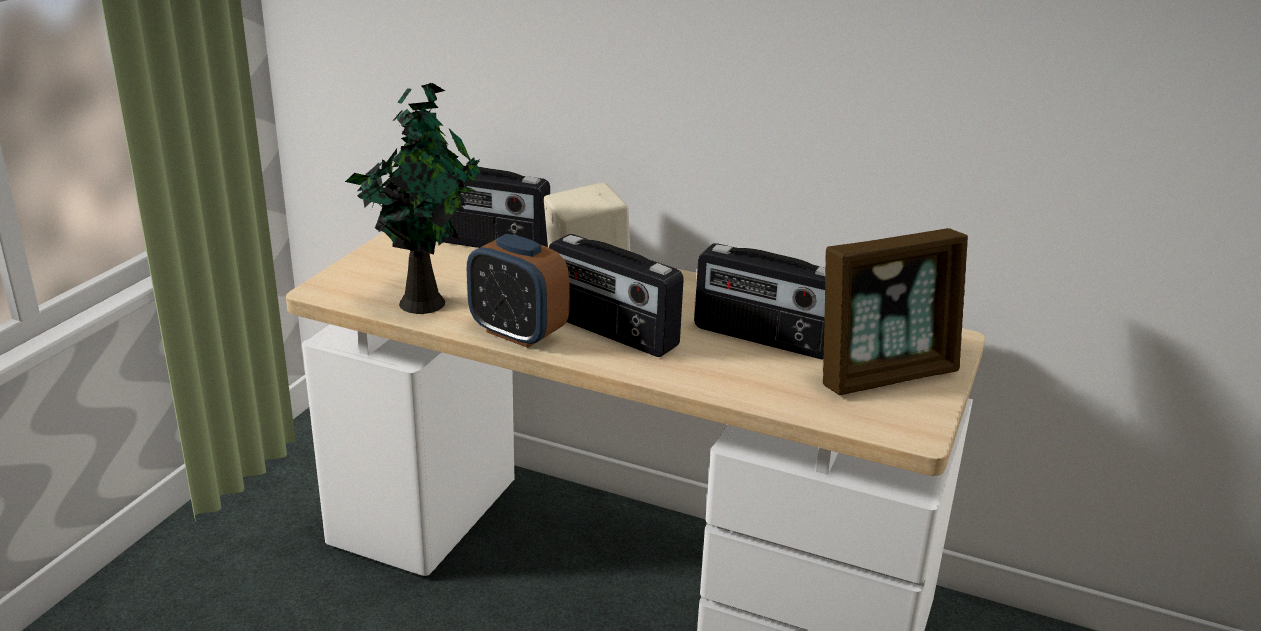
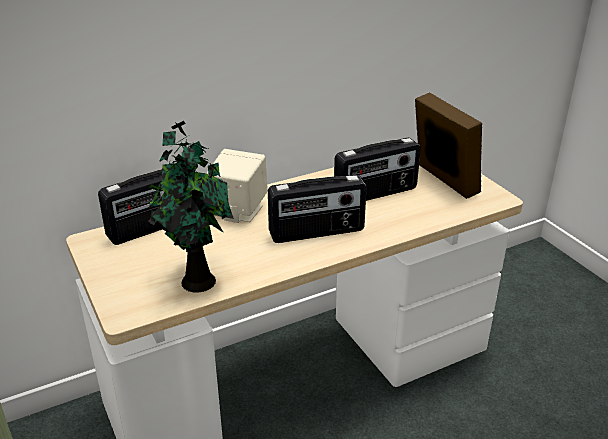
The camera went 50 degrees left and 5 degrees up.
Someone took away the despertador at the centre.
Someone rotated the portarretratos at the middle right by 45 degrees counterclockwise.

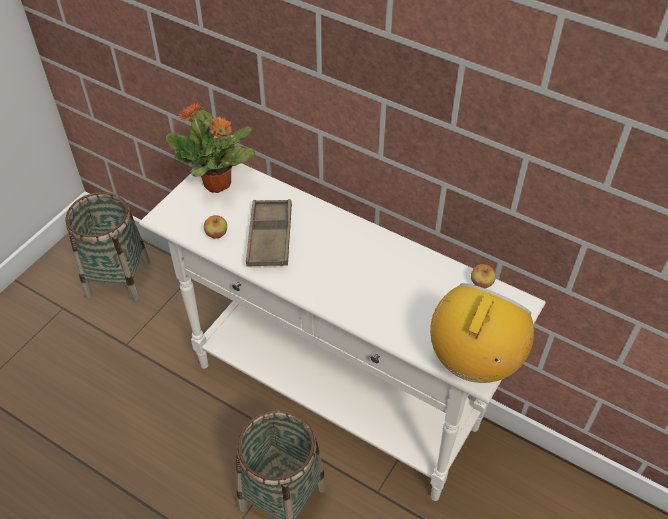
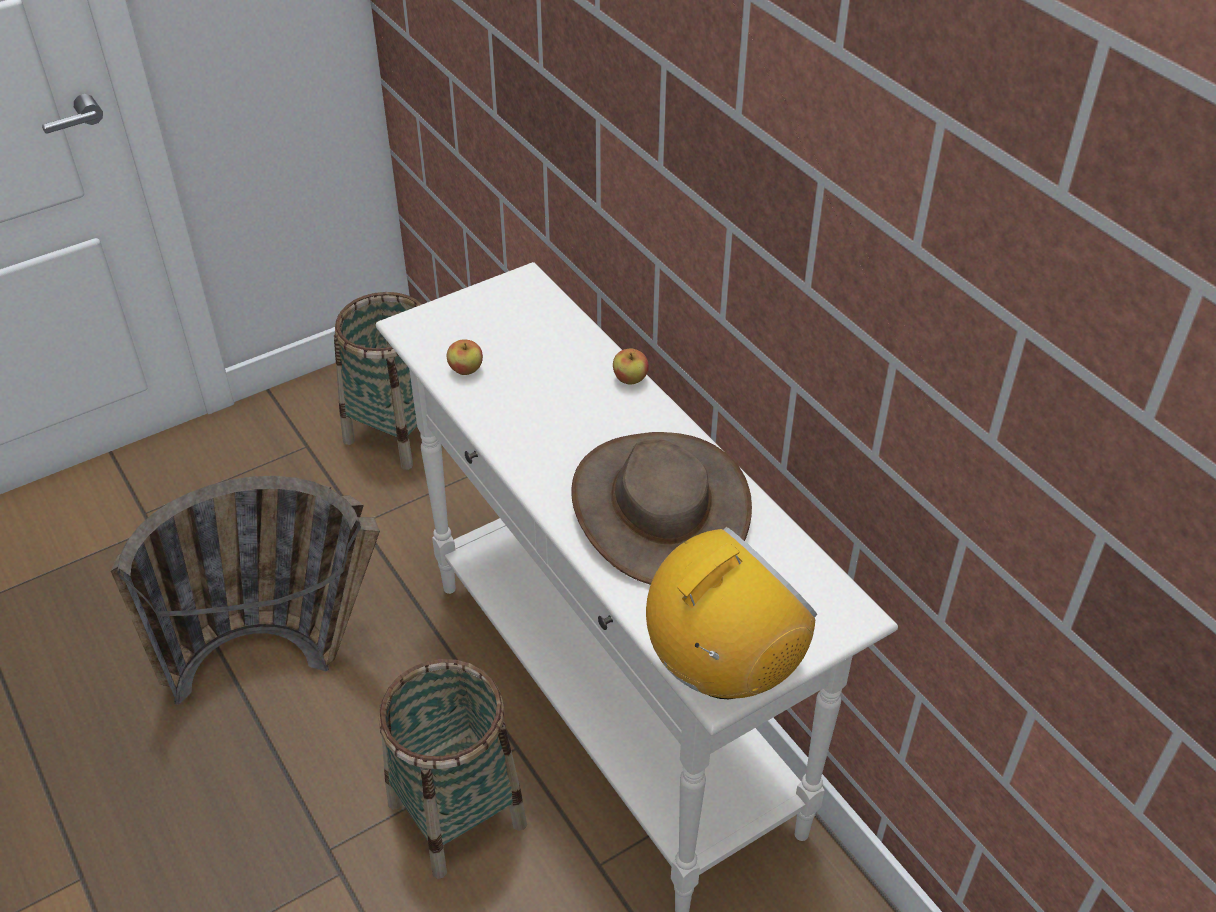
The camera went 25 degrees right and 5 degrees down.
Someone took away the planta en maceta at the top left.
Someone took away the bandeja (marrón) at the centre.
Someone carried the manzana (no. 2 from left) from the middle right to the centre.
Someone put down the cesta (no. 1 from left) at the middle left.
Someone put down the sombrero (marrón) at the centre.

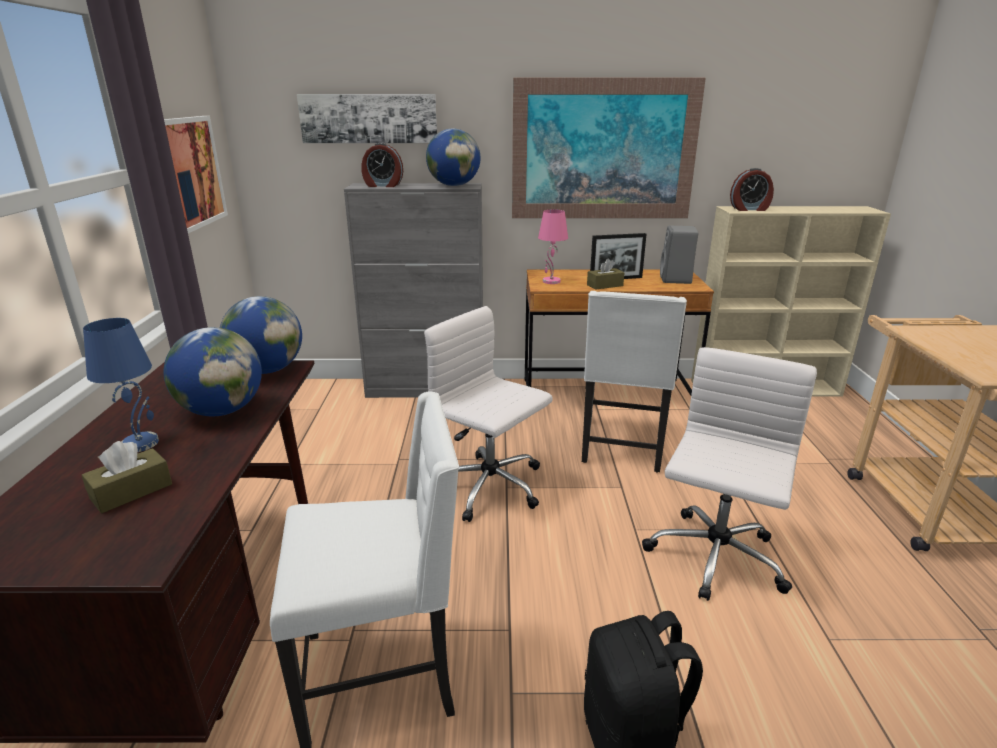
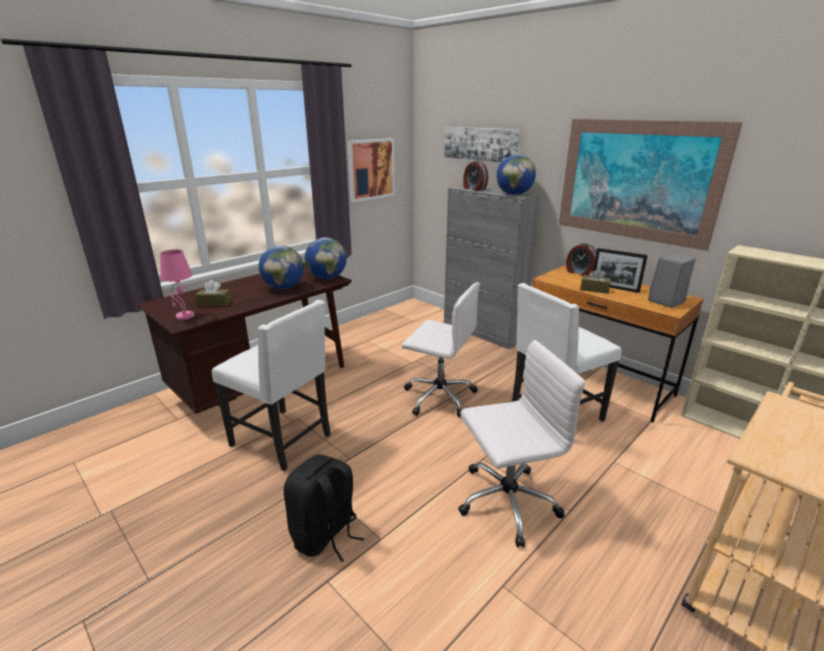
The camera went 45 degrees right and 0 degrees up.
Someone took away the lámpara de mesa (azul) at the middle left.
Someone rotated the silla de oficina (blanco) (no. 1 from left) at the centre by 120 degrees clockwise.
Someone carried the lámpara de mesa (rosa) from the top centre to the middle left.
Someone carried the despertador (no. 2 from left) from the top right to the middle right.

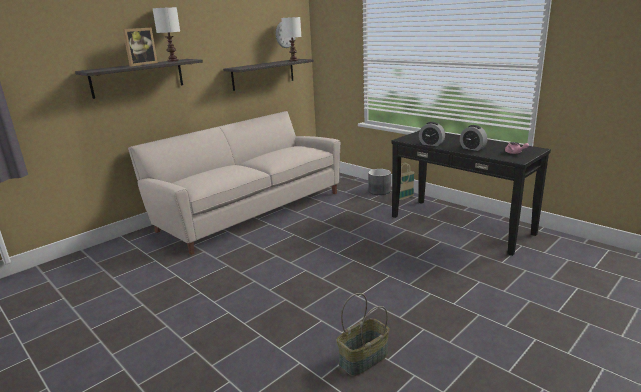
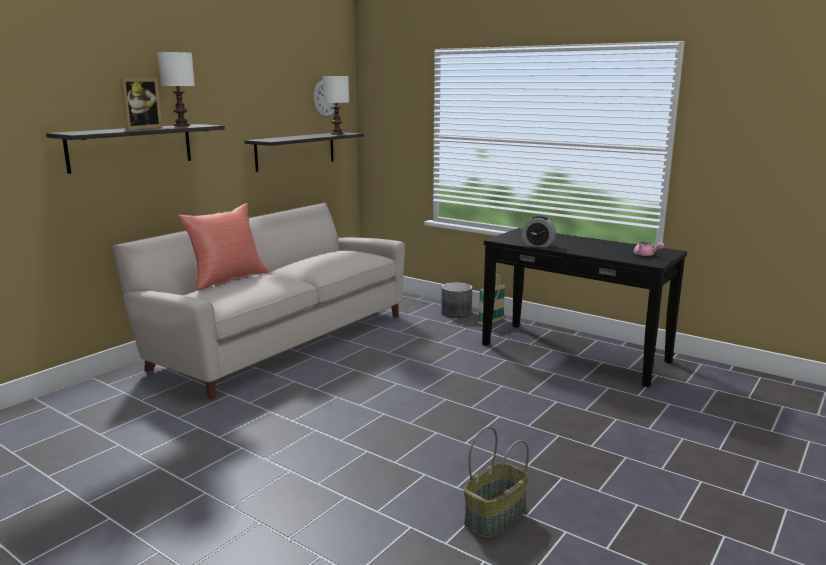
The camera went 10 degrees left and 5 degrees down.
Someone took away the despertador (no. 2 from left) at the middle right.
Someone put down the cojín (rojo) at the middle left.

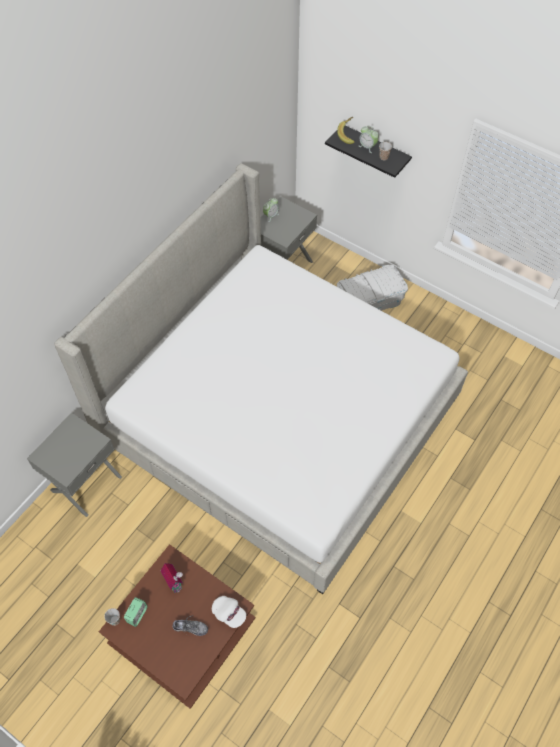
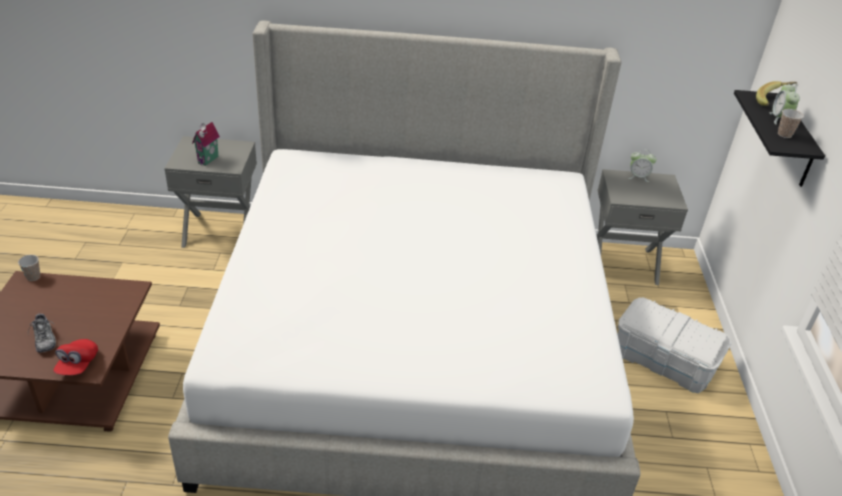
The camera went 55 degrees right and 20 degrees down.
Someone took away the despertador (no. 1 from left) at the bottom left.
Someone carried the casita from the bottom left to the top left.
Someone repainted the gorra (blanco) at the bottom centre, which became the gorra (rojo) at the bottom left.

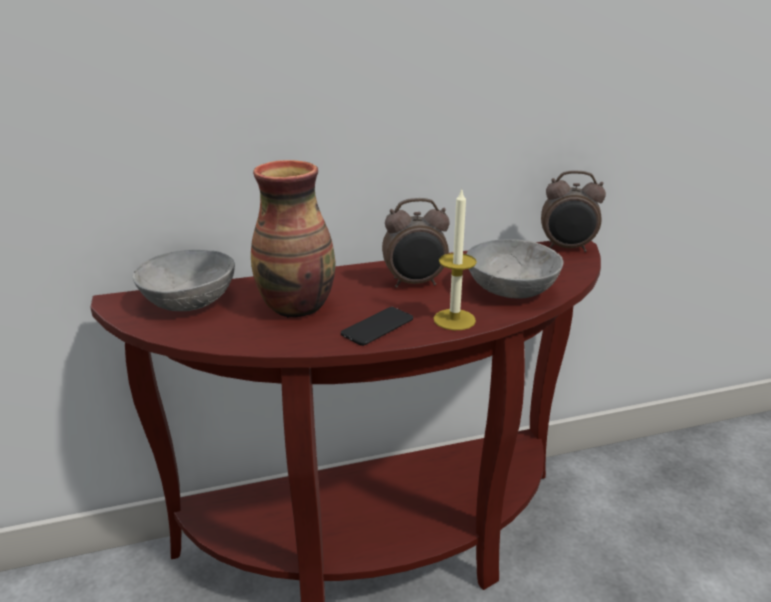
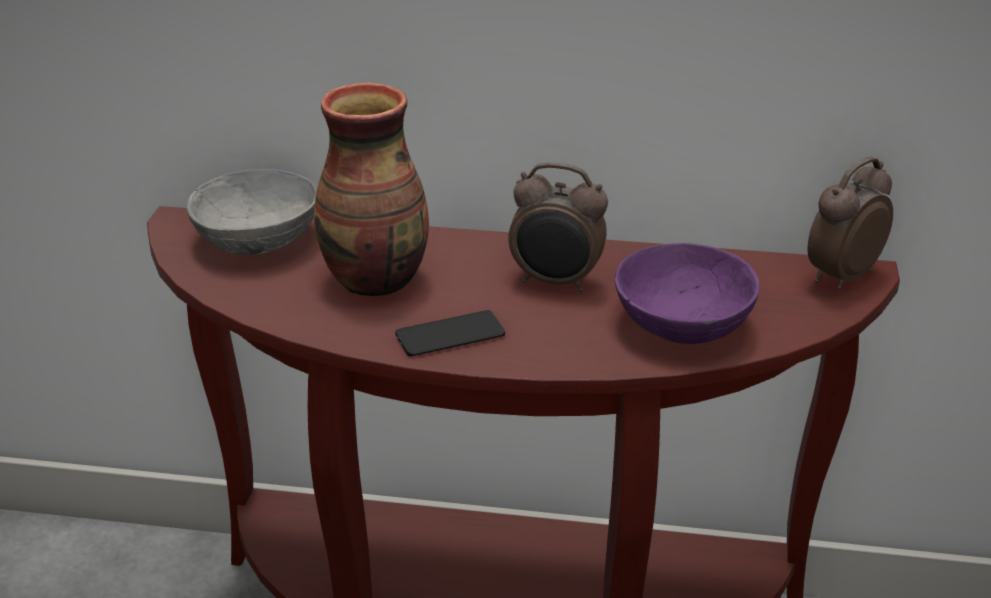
The camera went 25 degrees right and 5 degrees up.
Someone took away the vela at the centre.
Someone repainted the cuenco (gris) (no. 2 from left) at the middle right, which became the cuenco (morado) at the middle right.
Someone rotated the despertador (no. 2 from left) at the middle right by 105 degrees clockwise.

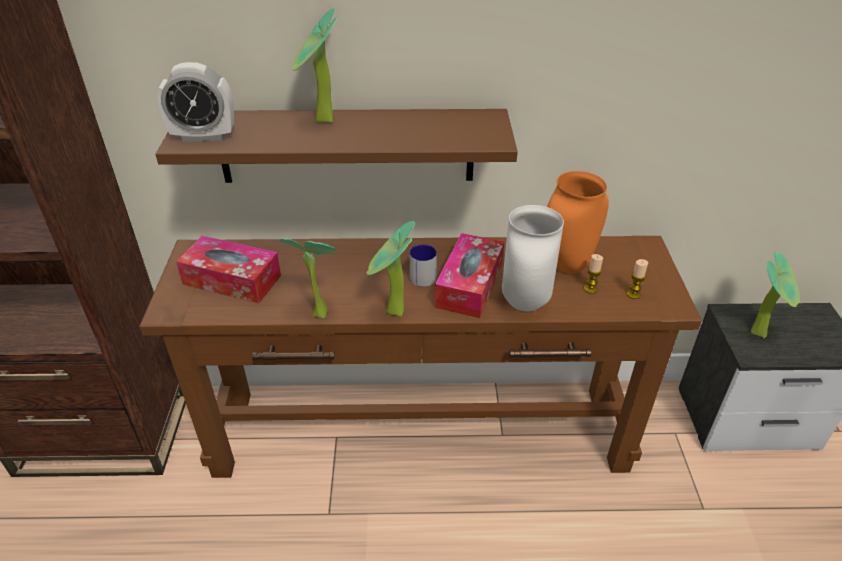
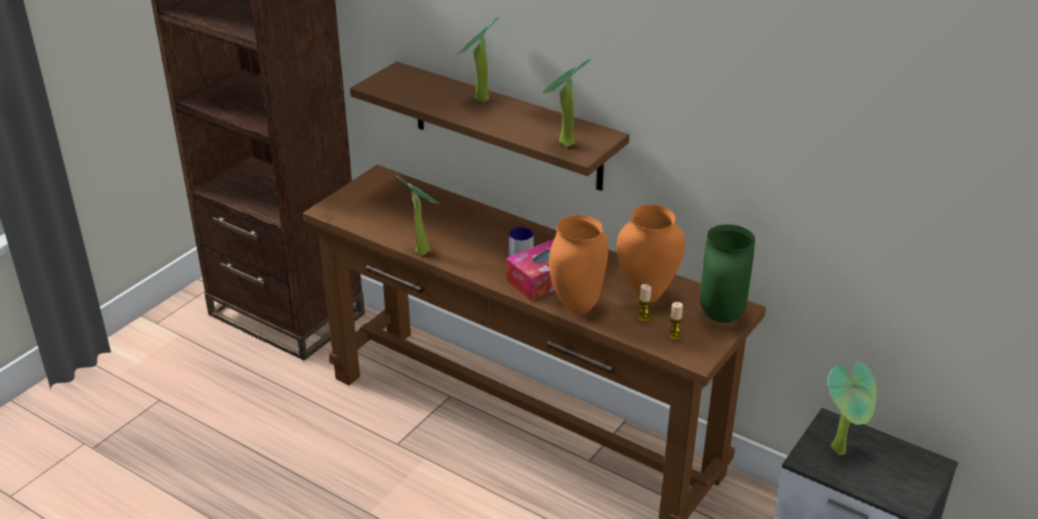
The camera went 35 degrees right and 5 degrees down.
Someone took away the despertador at the top left.
Someone took away the caja de pañuelos (no. 1 from left) at the middle left.
Someone carried the planta en maceta (no. 3 from left) from the centre to the top centre.
Someone repainted the florero (blanco) at the centre, which became the florero (naranja) (no. 1 from left) at the centre.
Someone put down the florero (verde) at the middle right.

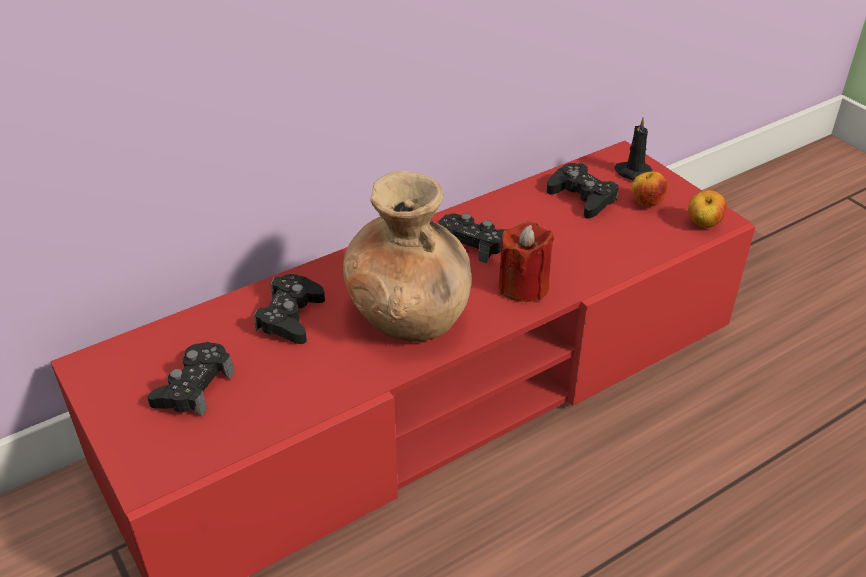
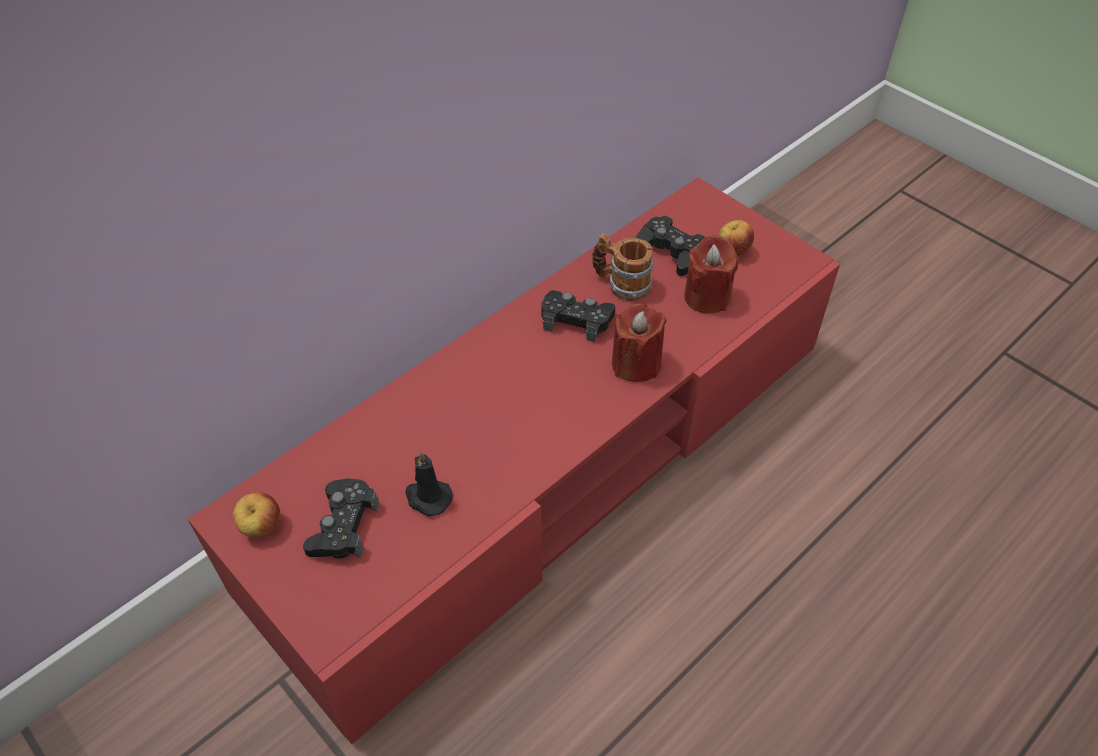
The camera went 10 degrees left and 10 degrees up.
Someone took away the mando de consola (negro) (no. 2 from left) at the centre.
Someone took away the florero (marrón) at the centre.
Someone carried the vela (negro) from the top right to the centre.
Someone carried the manzana (no. 2 from left in the first image) from the middle right to the bottom left.
Someone put down the taza grande at the centre.
Someone put down the vela (rojo) (no. 2 from left) at the centre.

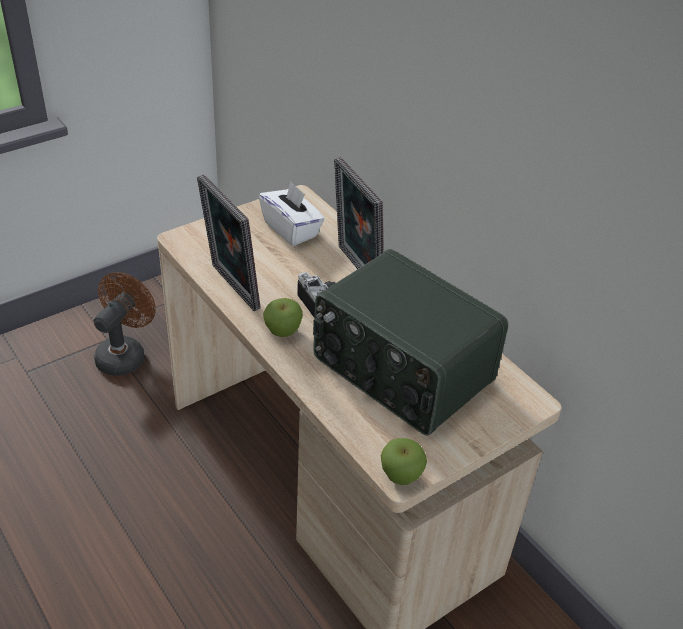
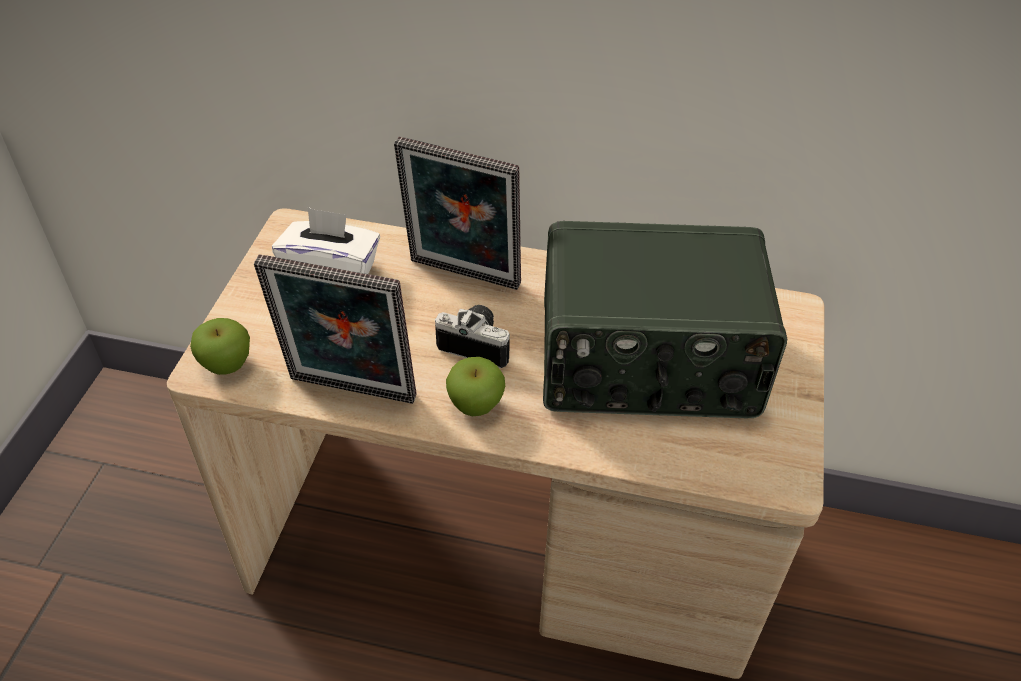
The camera went 40 degrees left and 5 degrees up.
Someone took away the ventilador (marrón) at the middle left.
Someone carried the manzana (no. 2 from left in the first image) from the bottom centre to the middle left.

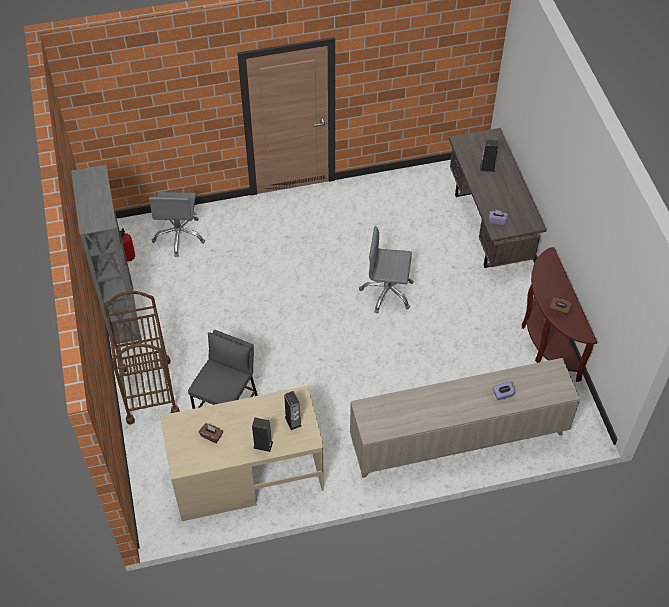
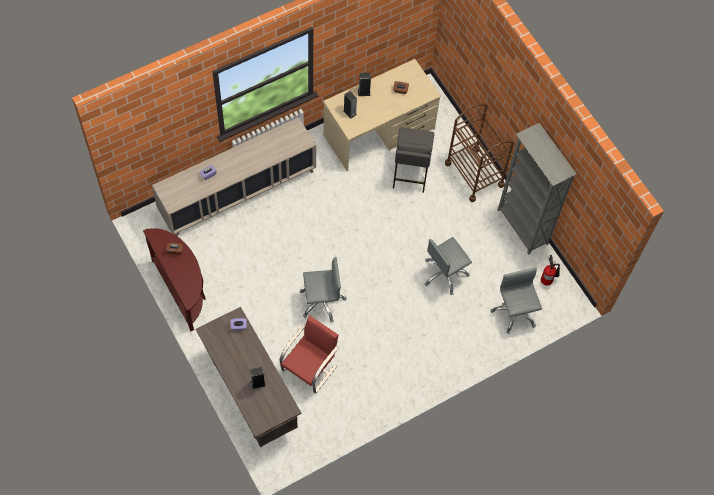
The camera went 160 degrees right and 10 degrees up.
Someone put down the silla (rojo) at the bottom centre.
Someone put down the silla de oficina (gris) (no. 2 from left) at the centre.

